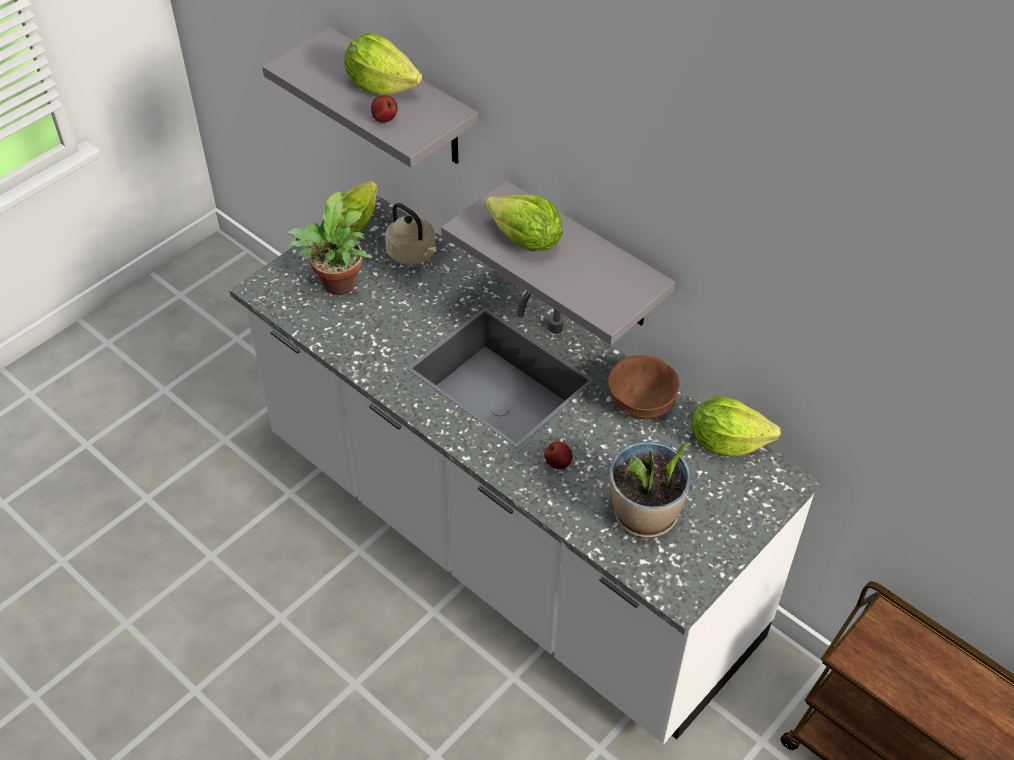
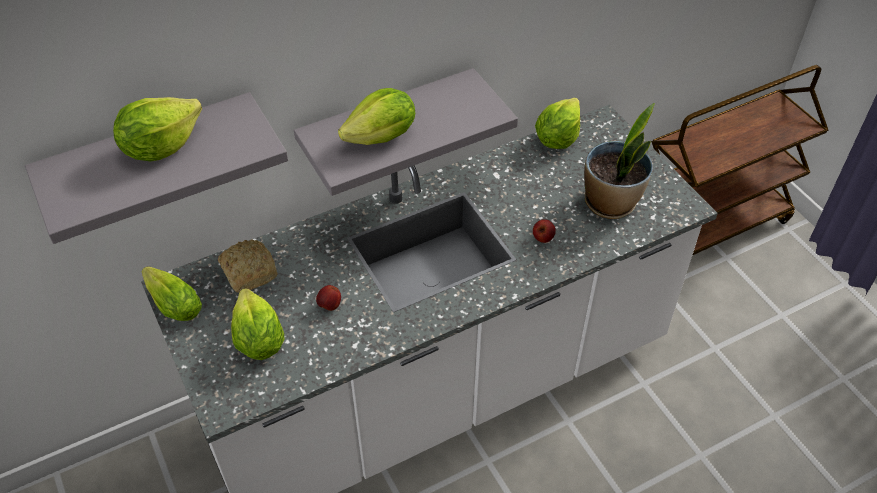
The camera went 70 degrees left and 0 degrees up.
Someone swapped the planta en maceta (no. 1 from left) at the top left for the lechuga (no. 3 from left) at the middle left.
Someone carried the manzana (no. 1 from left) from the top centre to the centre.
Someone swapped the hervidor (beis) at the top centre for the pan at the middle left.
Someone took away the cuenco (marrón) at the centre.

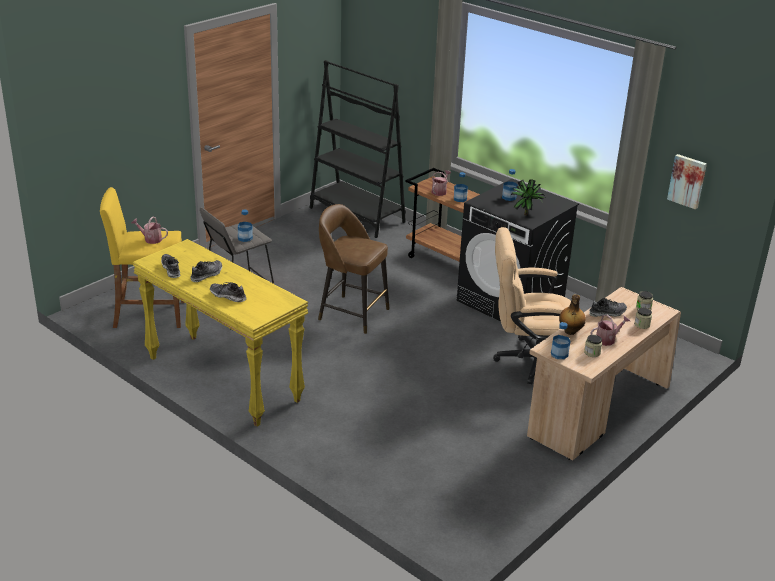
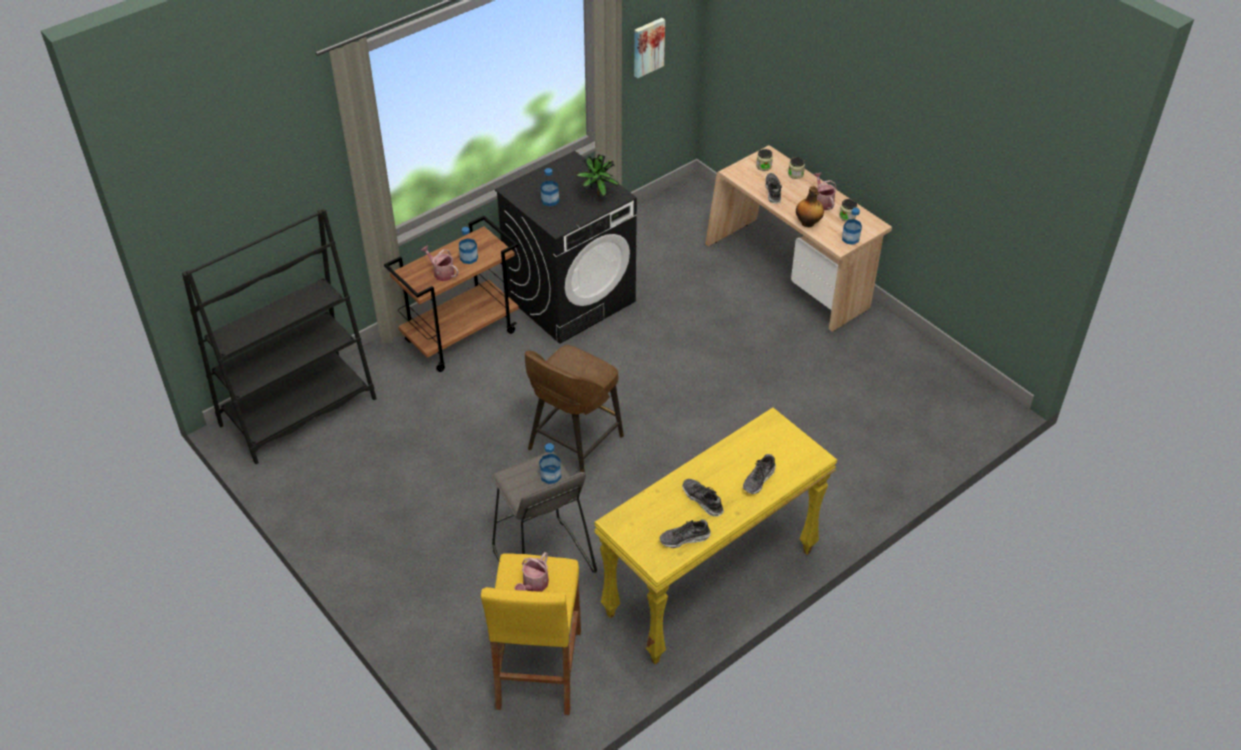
The camera went 80 degrees left and 15 degrees up.
Someone took away the silla de oficina (beis) at the middle right.

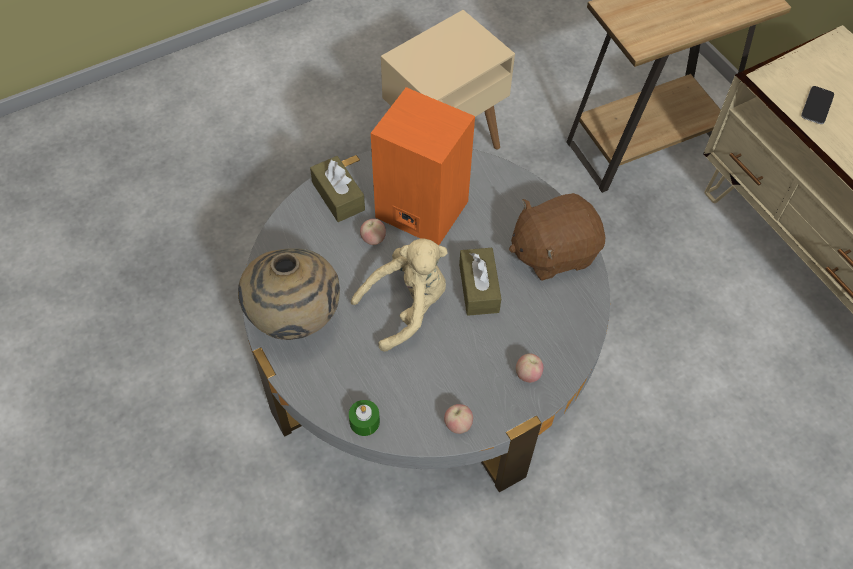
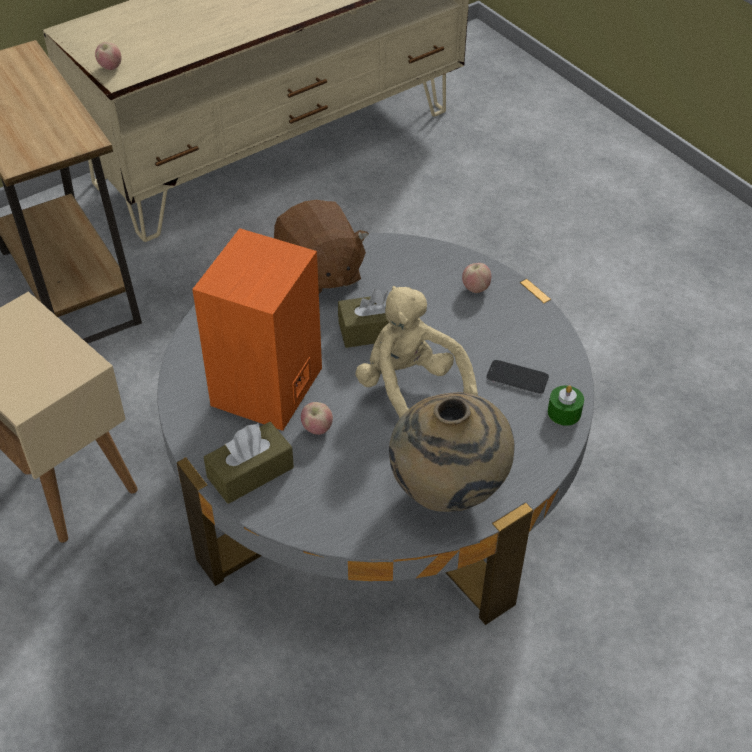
The camera went 95 degrees left and 10 degrees down.
Someone carried the manzana (no. 2 from left in the first image) from the bottom centre to the top left.
Someone carried the móvil from the top right to the middle right.

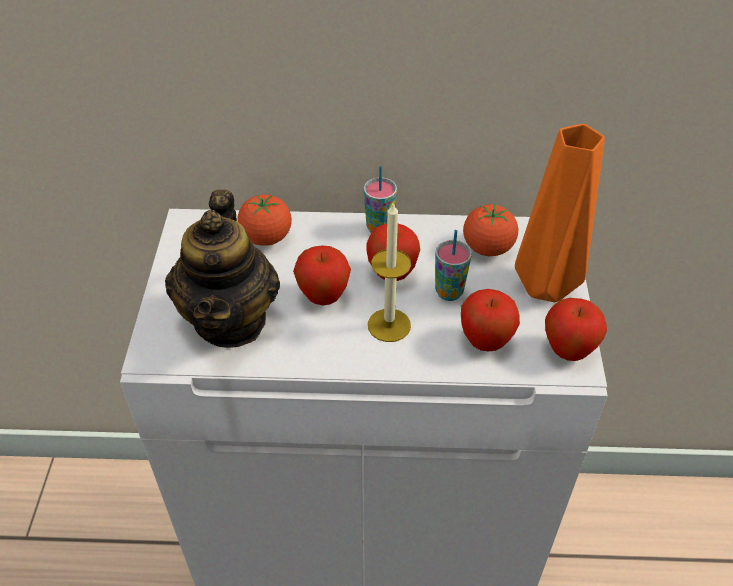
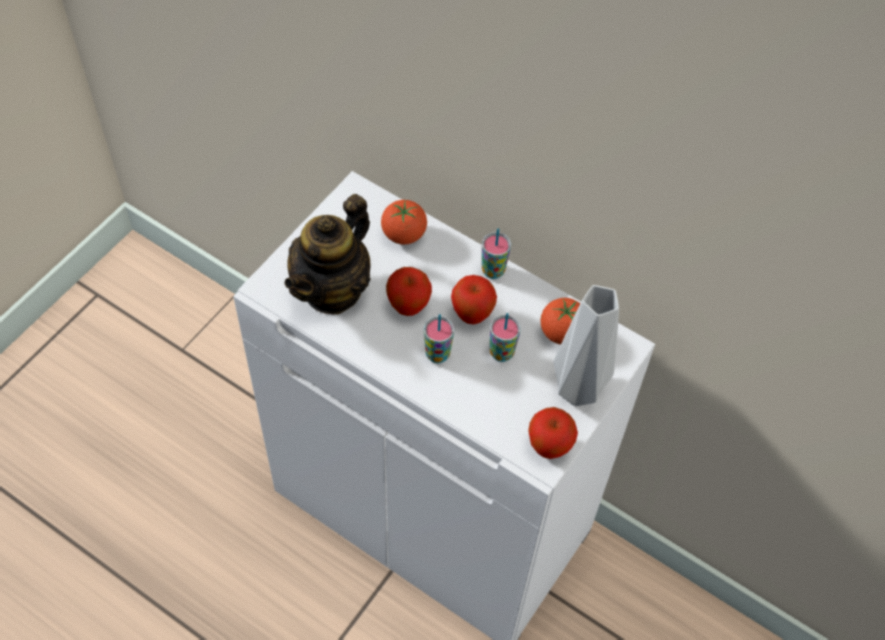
The camera went 30 degrees right and 10 degrees up.
Someone swapped the vela at the centre for the taza (no. 1 from left) at the centre.
Someone took away the manzana (no. 3 from left) at the middle right.
Someone repainted the florero (naranja) at the middle right, which became the florero (gris) at the centre.

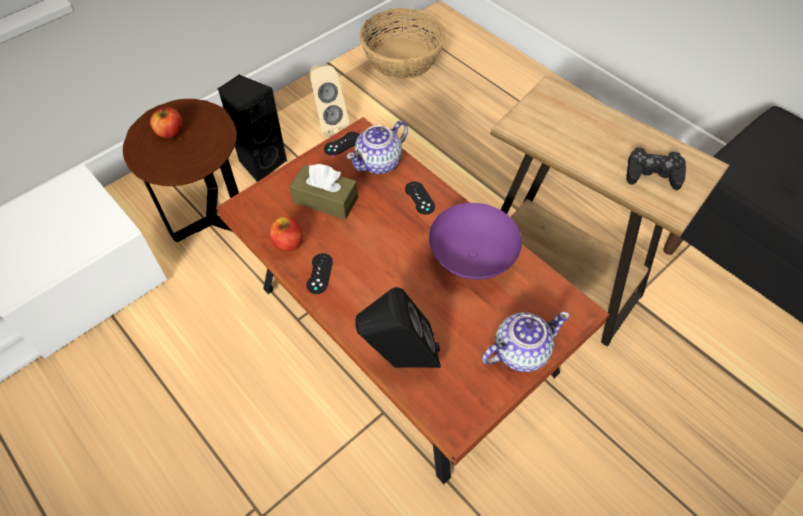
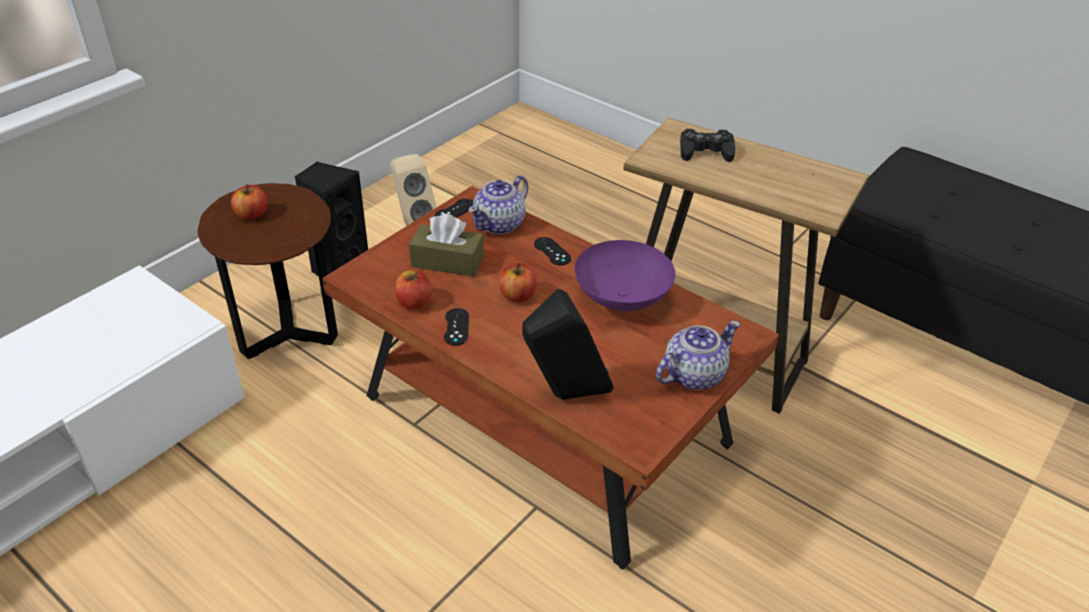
The camera went 10 degrees left and 15 degrees down.
Someone took away the cesta at the top centre.
Someone carried the mando de consola (negro) (no. 4 from left) from the top right to the top centre.
Someone put down the manzana (no. 3 from left) at the centre.

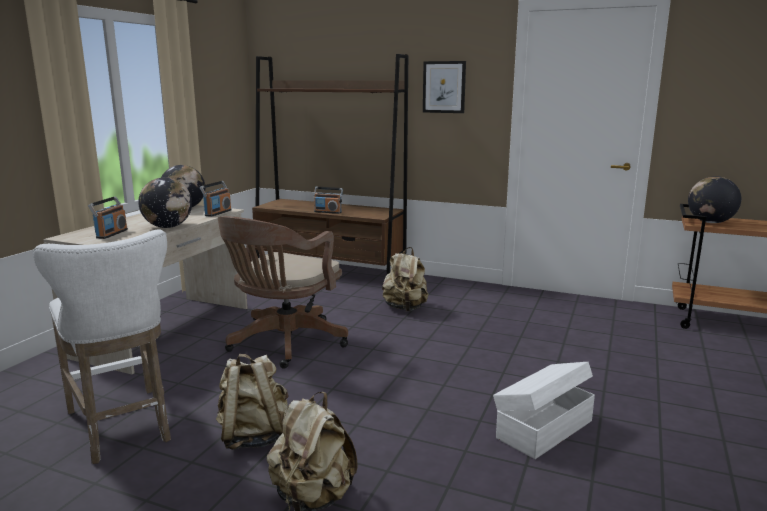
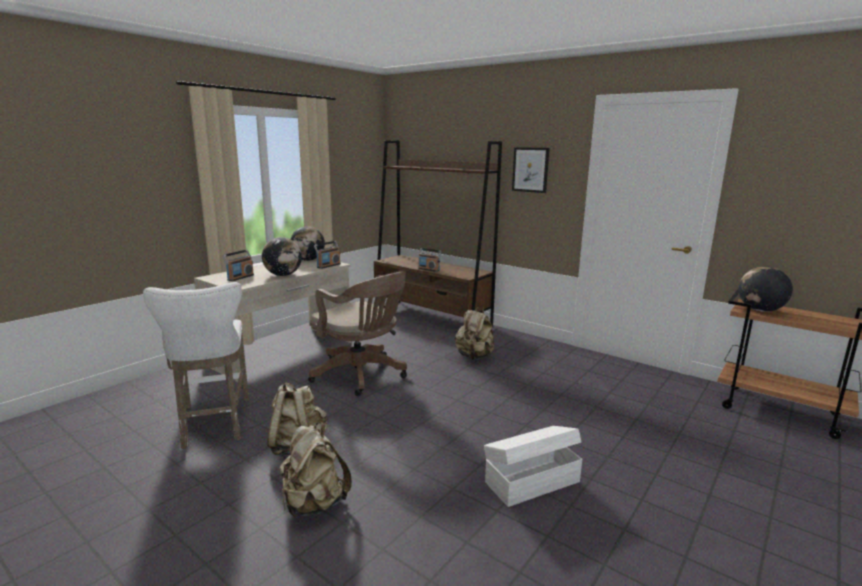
The camera went 15 degrees right and 0 degrees up.
Someone rotated the silla de oficina (marrón) at the centre by 90 degrees counterclockwise.

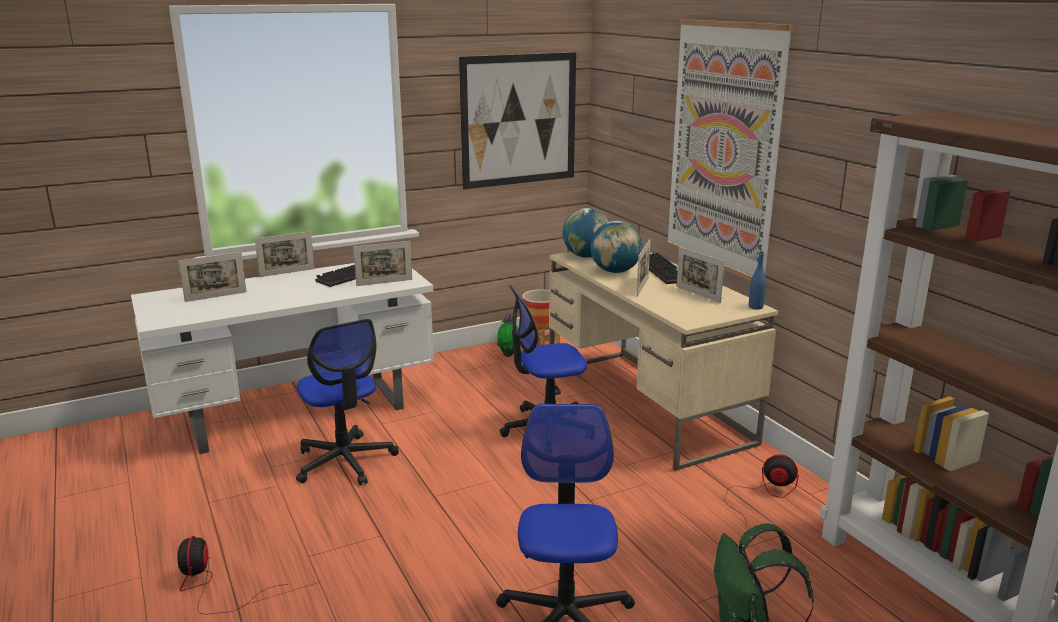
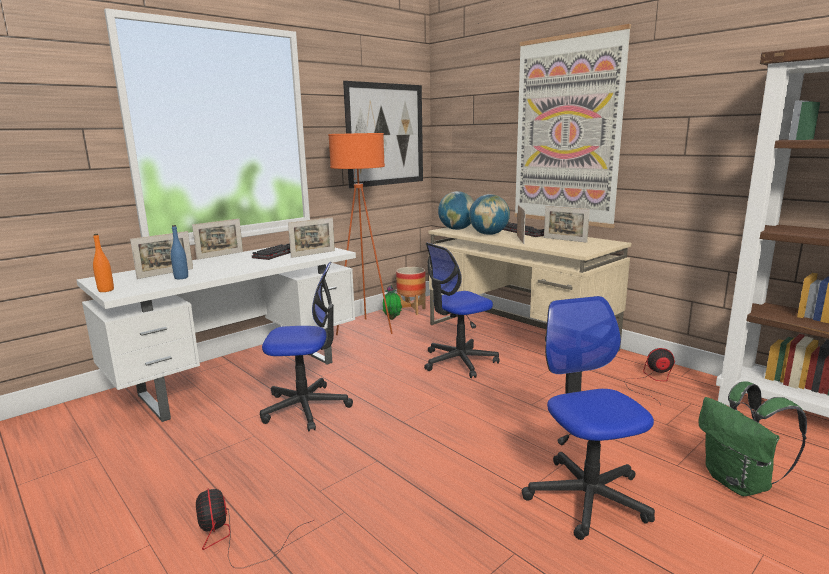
The camera went 15 degrees left and 5 degrees down.
Someone rotated the silla de oficina (no. 1 from left) at the middle left by 45 degrees counterclockwise.
Someone carried the botella (azul) from the middle right to the middle left.
Someone put down the botella (naranja) at the middle left.
Someone put down the lámpara de pie (naranja) at the centre.

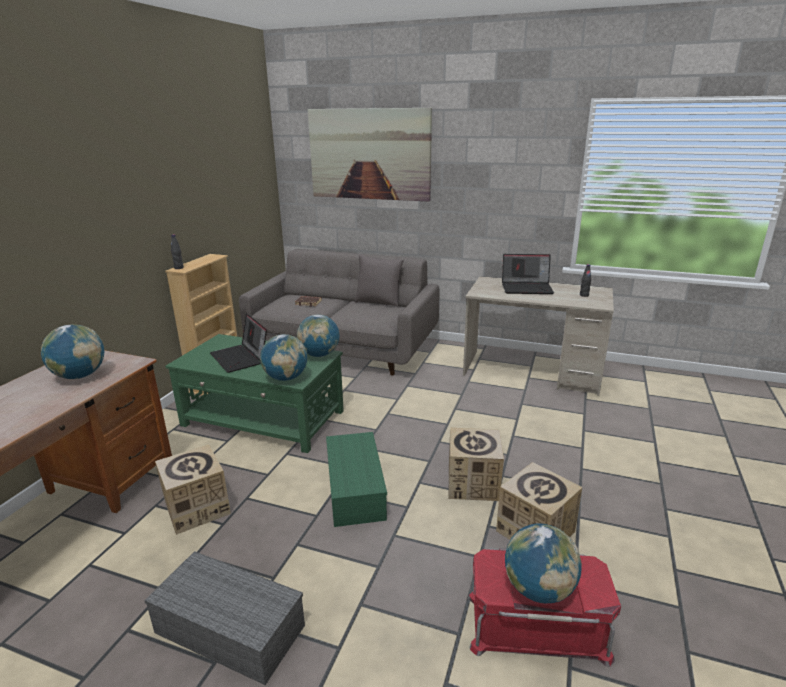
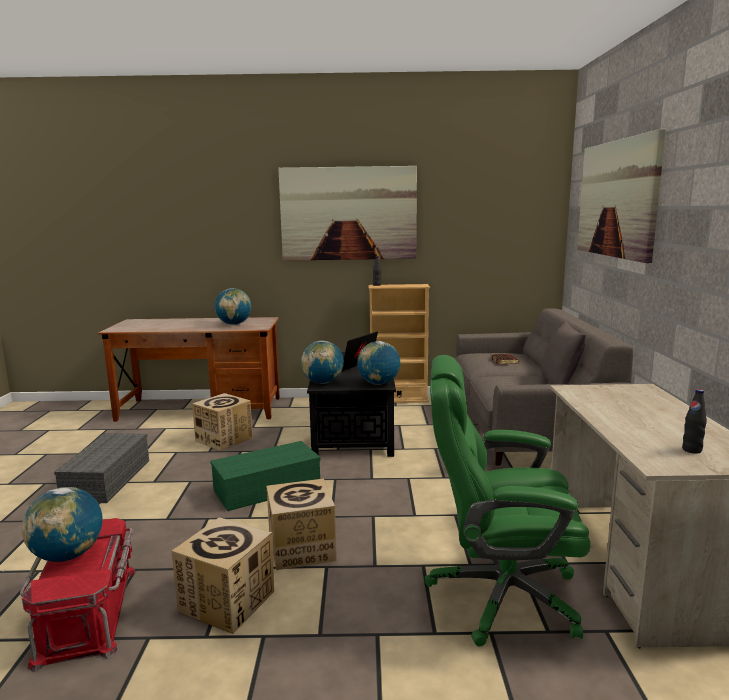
The camera went 70 degrees right and 10 degrees down.
Someone repainted the mesa de centro (verde) at the middle left, which became the mesa de centro (negro) at the centre.
Someone took away the portátil (no. 2 from left) at the middle right.
Someone put up the cuadro (no. 1 from left) at the top centre.
Someone put down the silla de oficina (verde) at the bottom right.

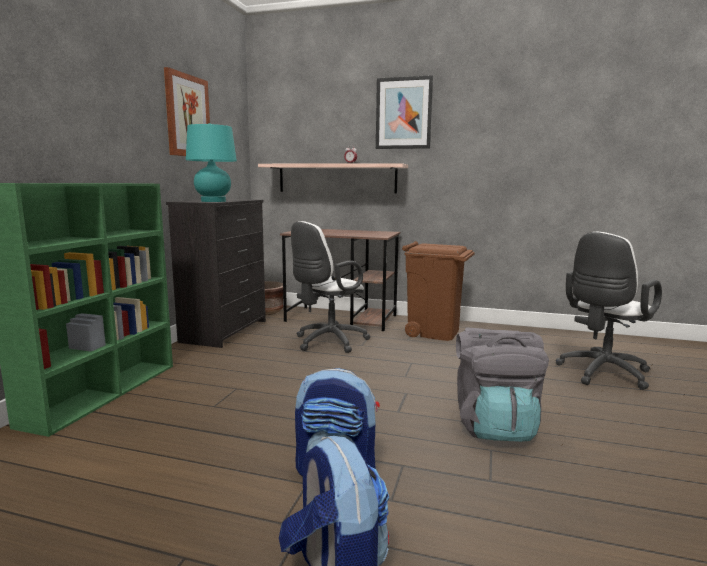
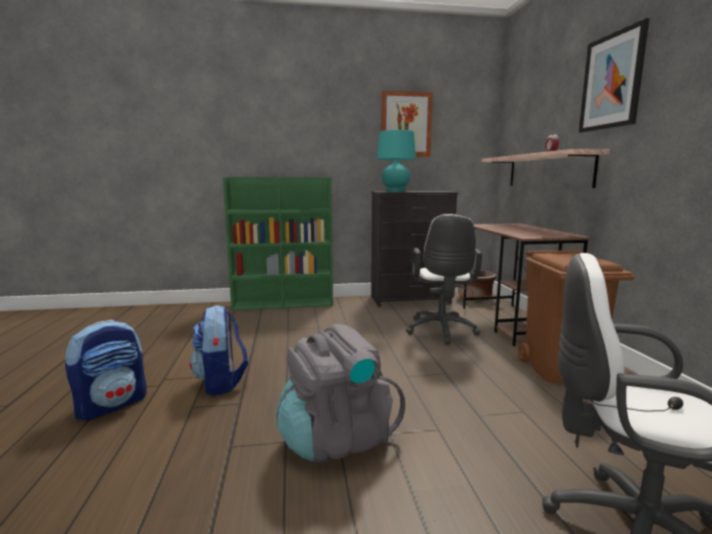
The camera went 65 degrees right and 0 degrees up.
Someone rotated the silla de oficina (blanco) (no. 1 from left) at the centre by 105 degrees counterclockwise.

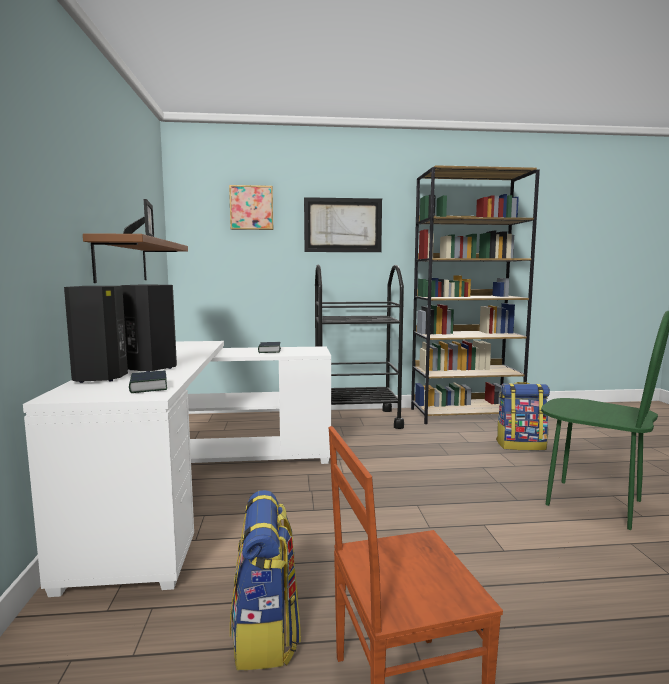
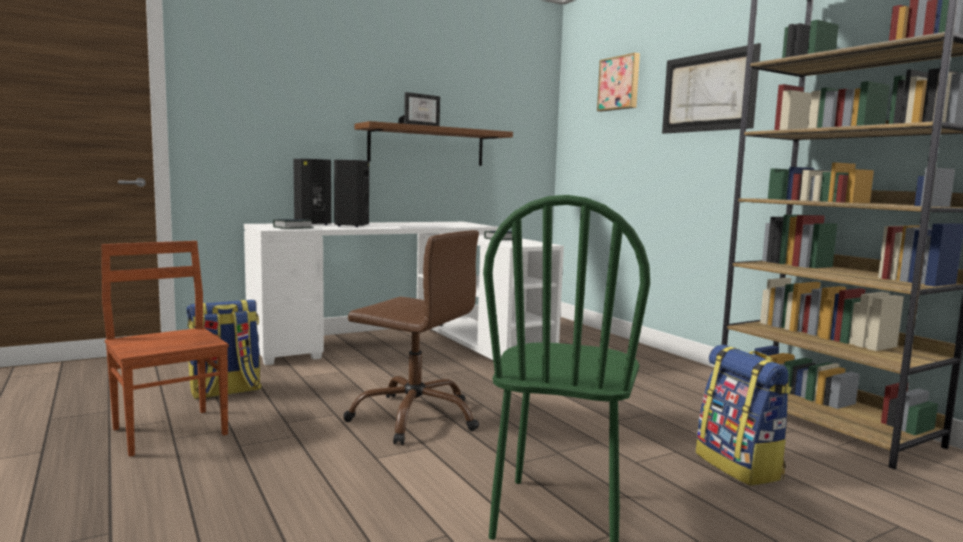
The camera went 65 degrees right and 0 degrees up.
Someone took away the carrito (negro) at the centre.
Someone put down the silla de oficina (marrón) at the centre.

